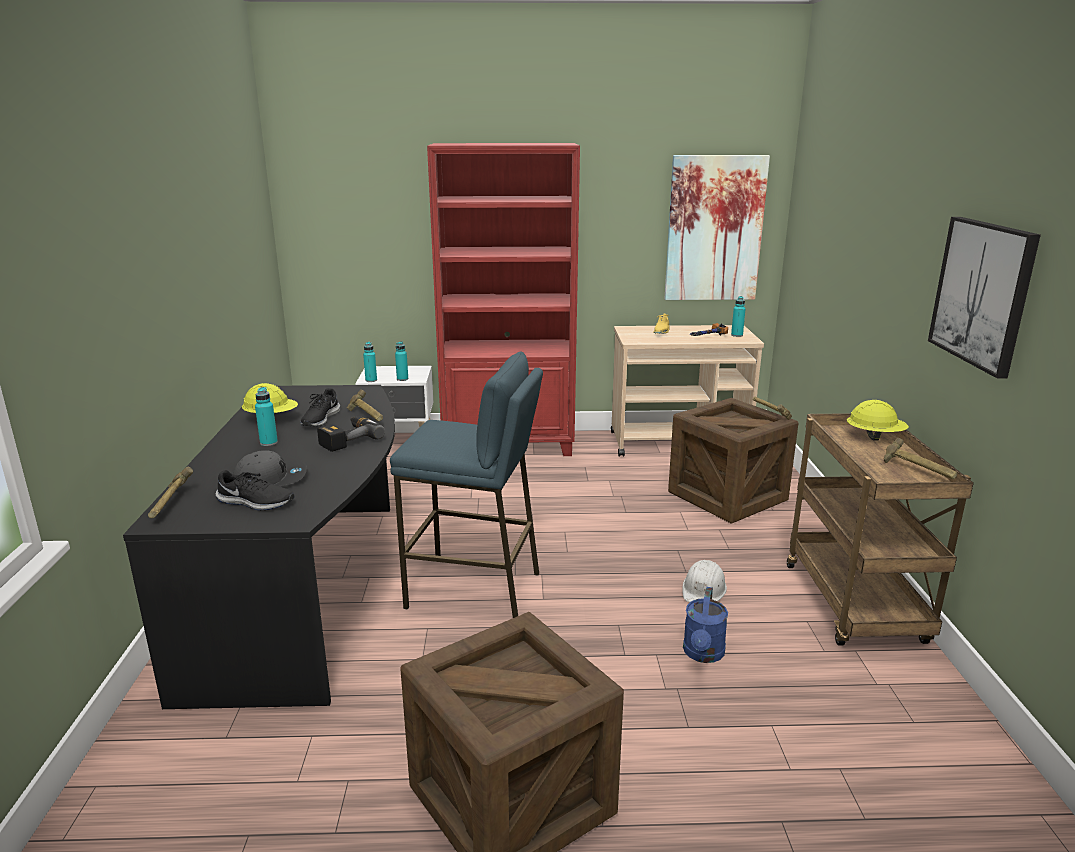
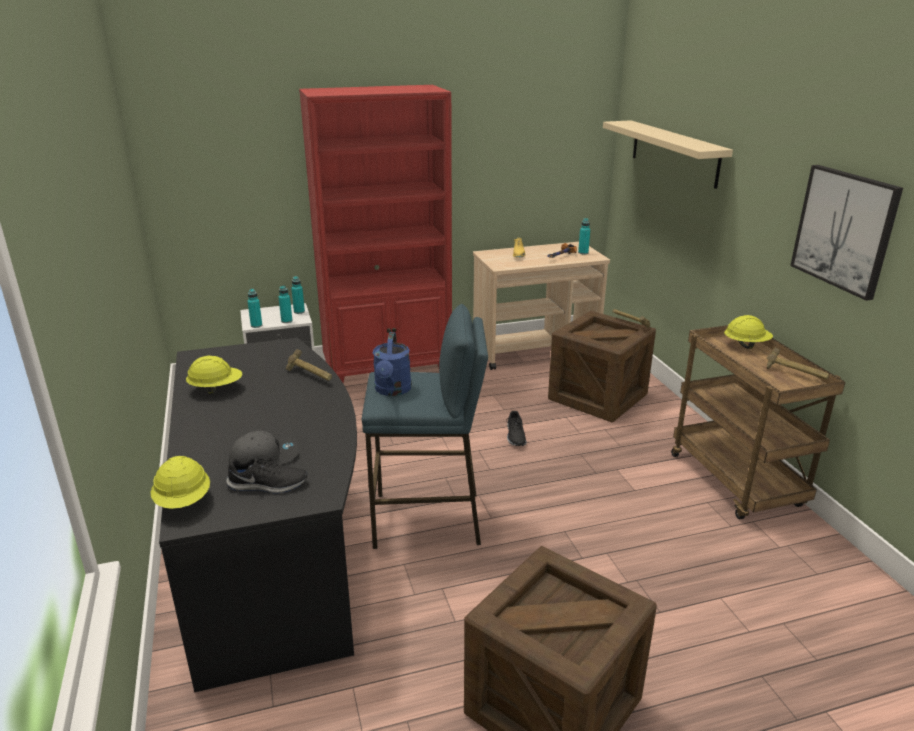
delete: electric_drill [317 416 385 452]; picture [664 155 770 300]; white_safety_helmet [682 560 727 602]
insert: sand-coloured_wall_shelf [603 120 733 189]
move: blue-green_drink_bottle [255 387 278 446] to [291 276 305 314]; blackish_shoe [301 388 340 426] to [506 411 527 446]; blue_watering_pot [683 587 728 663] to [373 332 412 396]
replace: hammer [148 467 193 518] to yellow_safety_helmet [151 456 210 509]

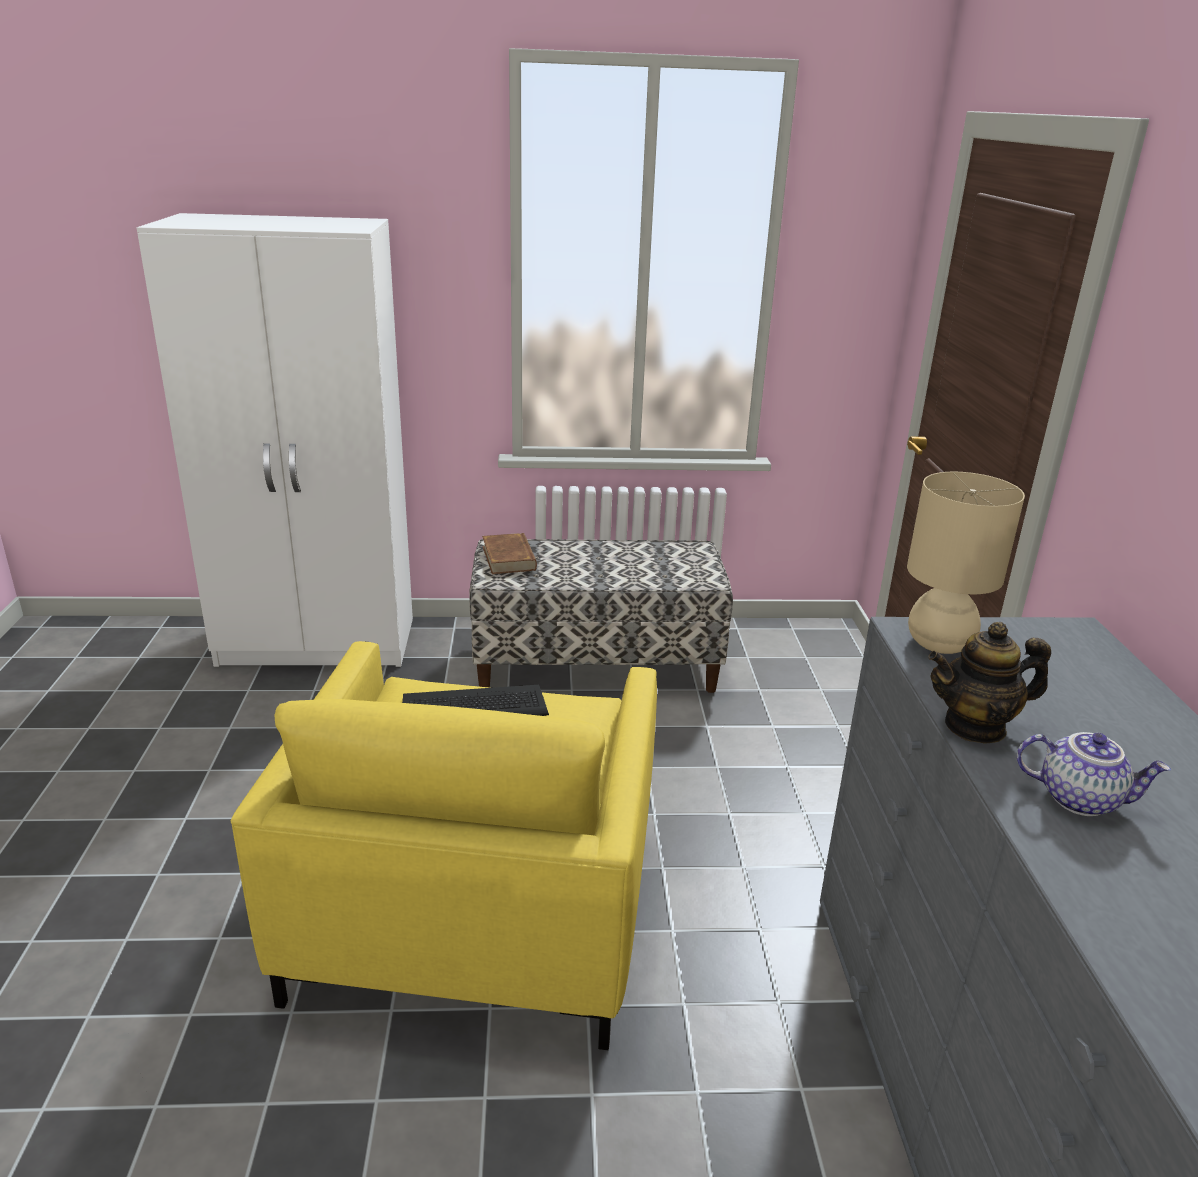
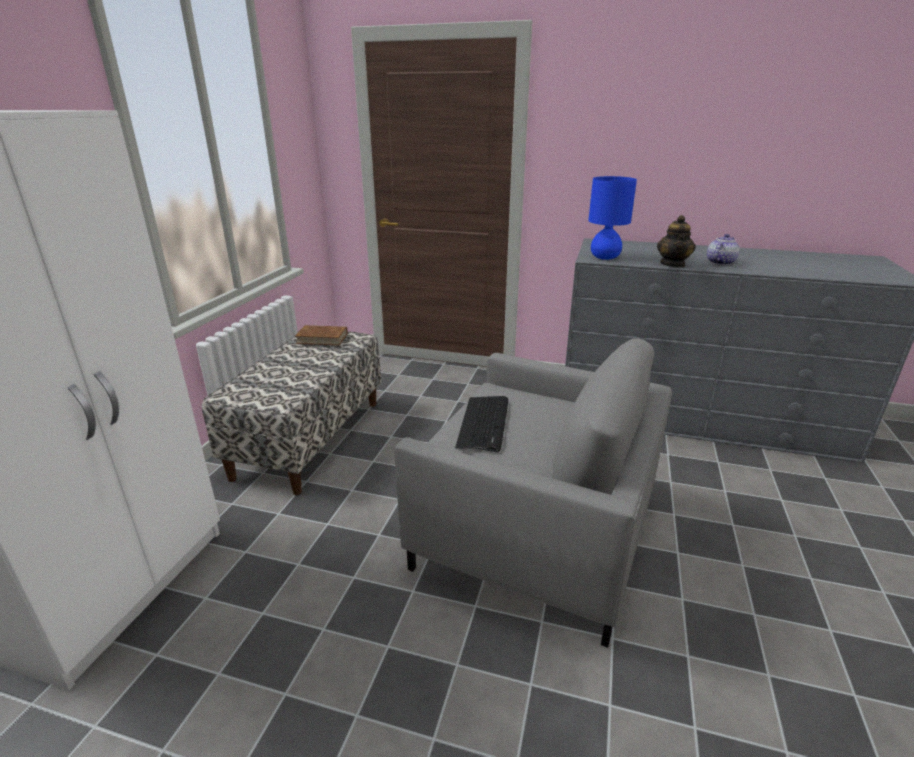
move: brown_volume [482 533 537 574] to [295 325 348 345]
recolor: yellow_armchair [231 641 657 1050] to grey_armchair [394 338 672 648]; sand-coloured_lamp_for_a_table [907 472 1025 654] to blue_lamp_for_a_table [588 176 637 260]

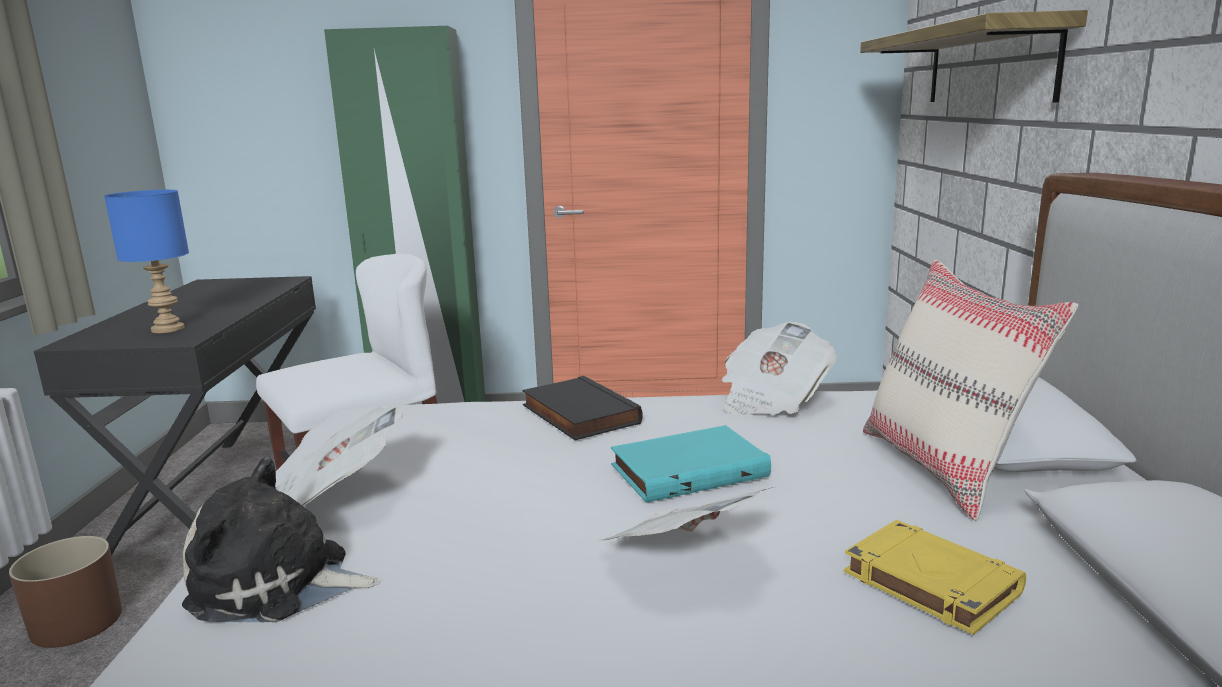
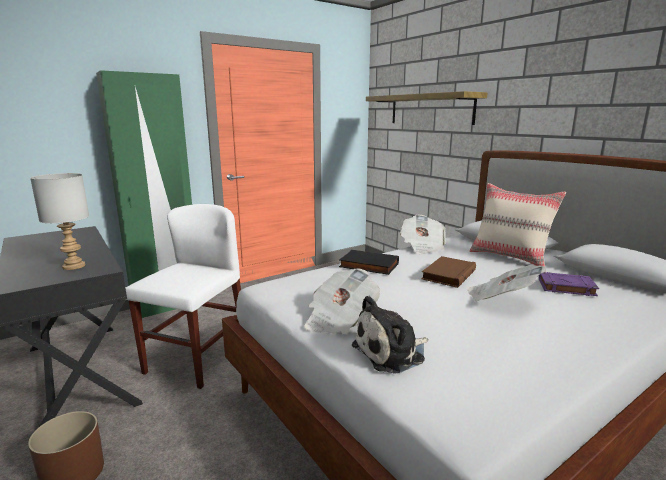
recolor: blue_lamp_for_a_table [104 190 189 333] to grey_lamp_for_a_table [30 173 89 270]; blue-green_volume [611 425 771 503] to brown_volume [421 256 476 288]; yellow_volume [844 520 1026 635] to purple-coloured_volume [539 272 599 296]

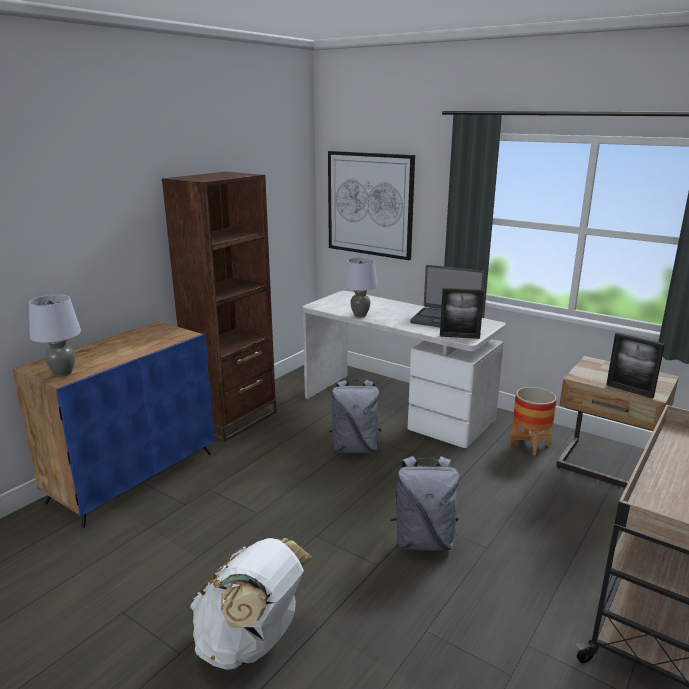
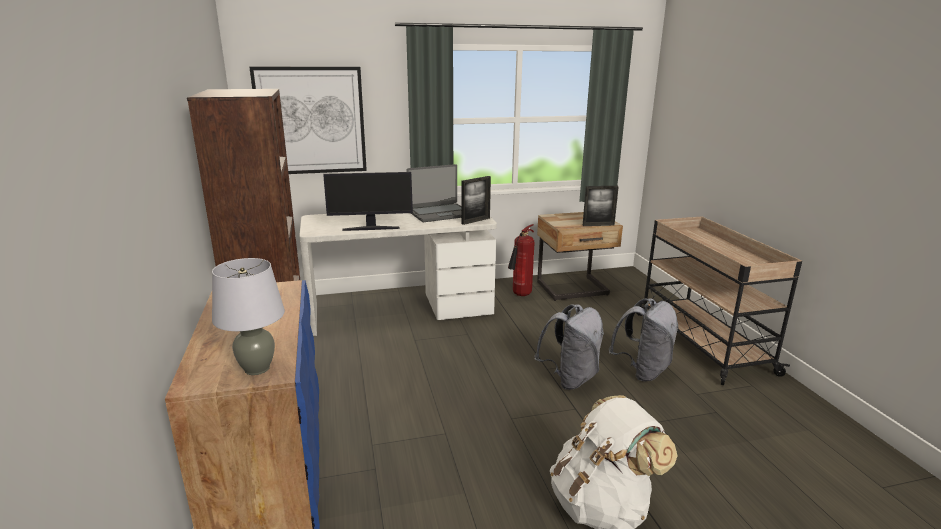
move: grey_backpack [329 380 382 453] to [609 298 679 381]
replace: grey_lamp_for_a_table [344 257 378 317] to monitor [323 172 413 231]; planter [510 387 557 456] to extinguisher [508 224 535 296]

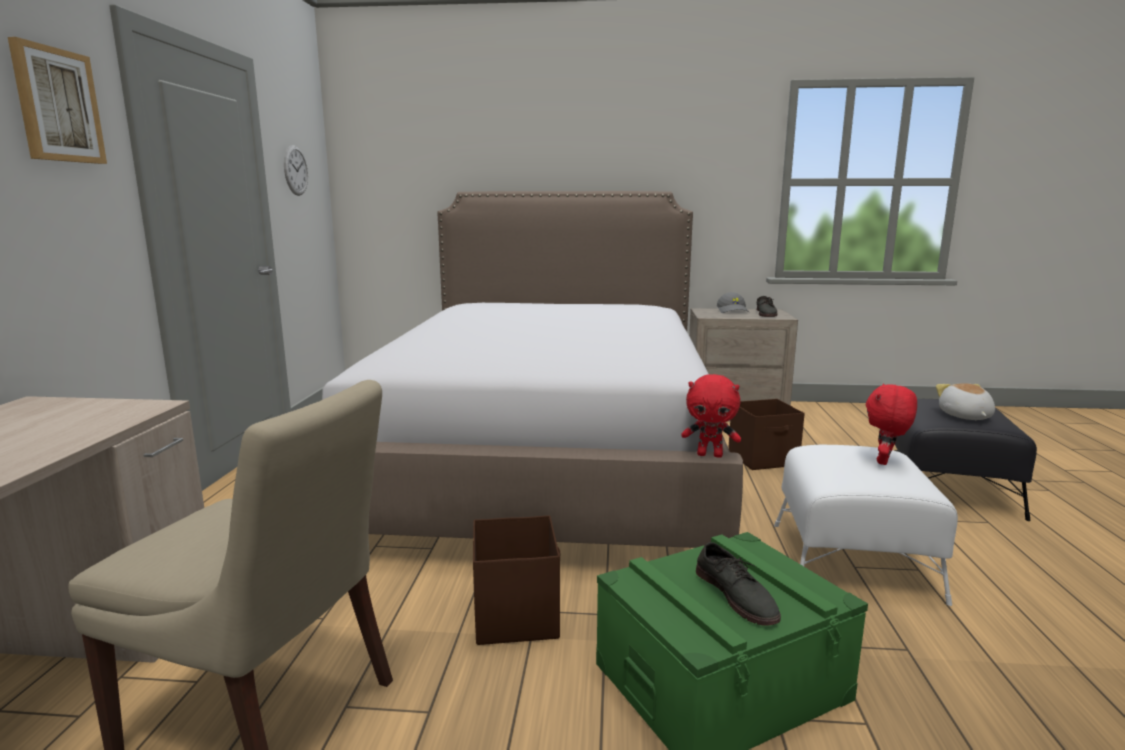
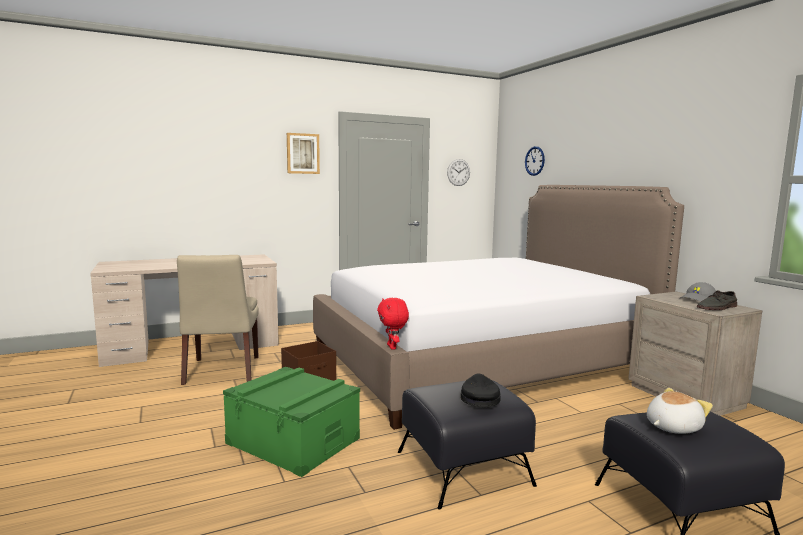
delete: grey_shoe [696 542 781 626]; brown_storage_box [728 399 805 470]
insert: wall_clock [525 146 545 176]
replace: red_cuddly_toy [866 383 917 465] to blackish_cap [461 374 501 407]
recolor: white_footrest [774 445 958 606] to blackish_footrest [398 380 537 510]

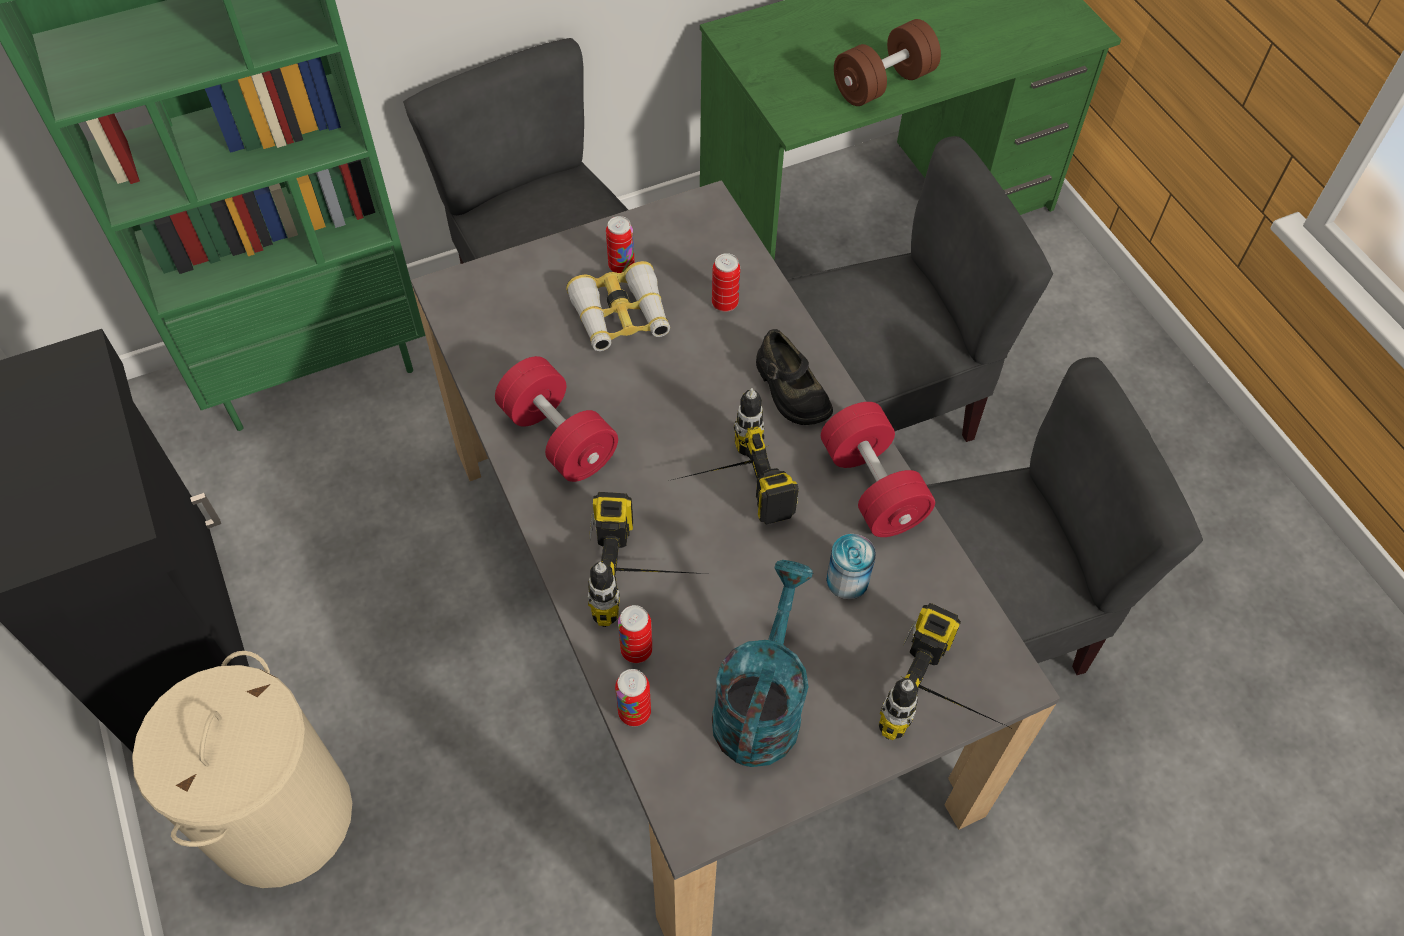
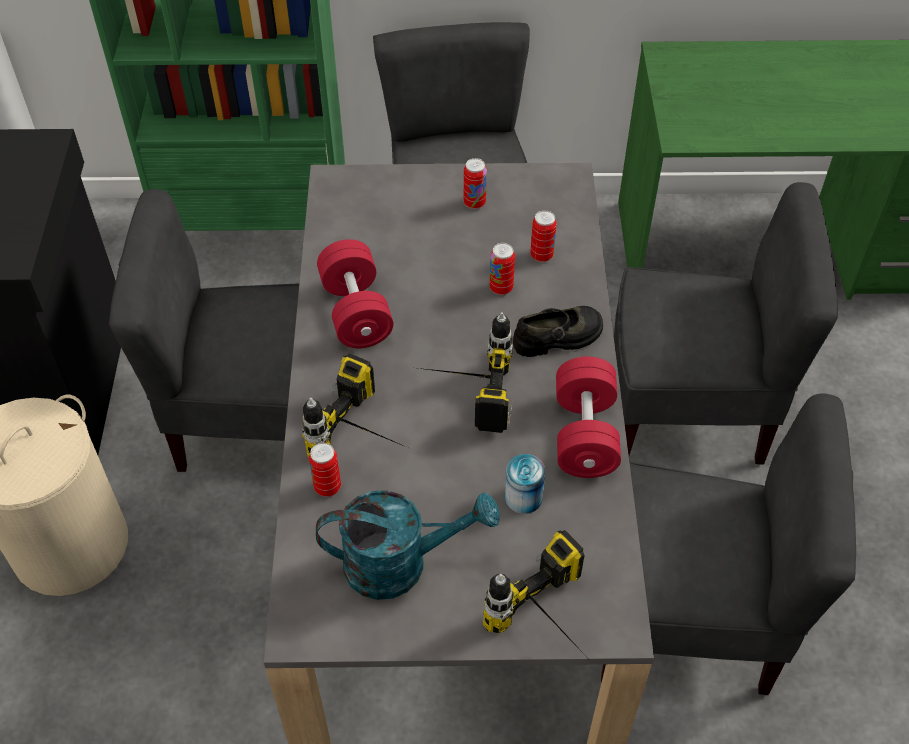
delete: pair_of_binoculars [566 261 670 351]; brown_hand_weight [834 19 941 106]
insert: grey_chair [109 189 299 472]
move: metal_can [615 669 651 727] to [490 243 515 295]
rotate: blue-green_watering_pot [712 560 814 767] = [316 490 500 600] 45 degrees clockwise; blackish_shoe [756 329 833 425] = [513 306 603 357] 105 degrees counterclockwise

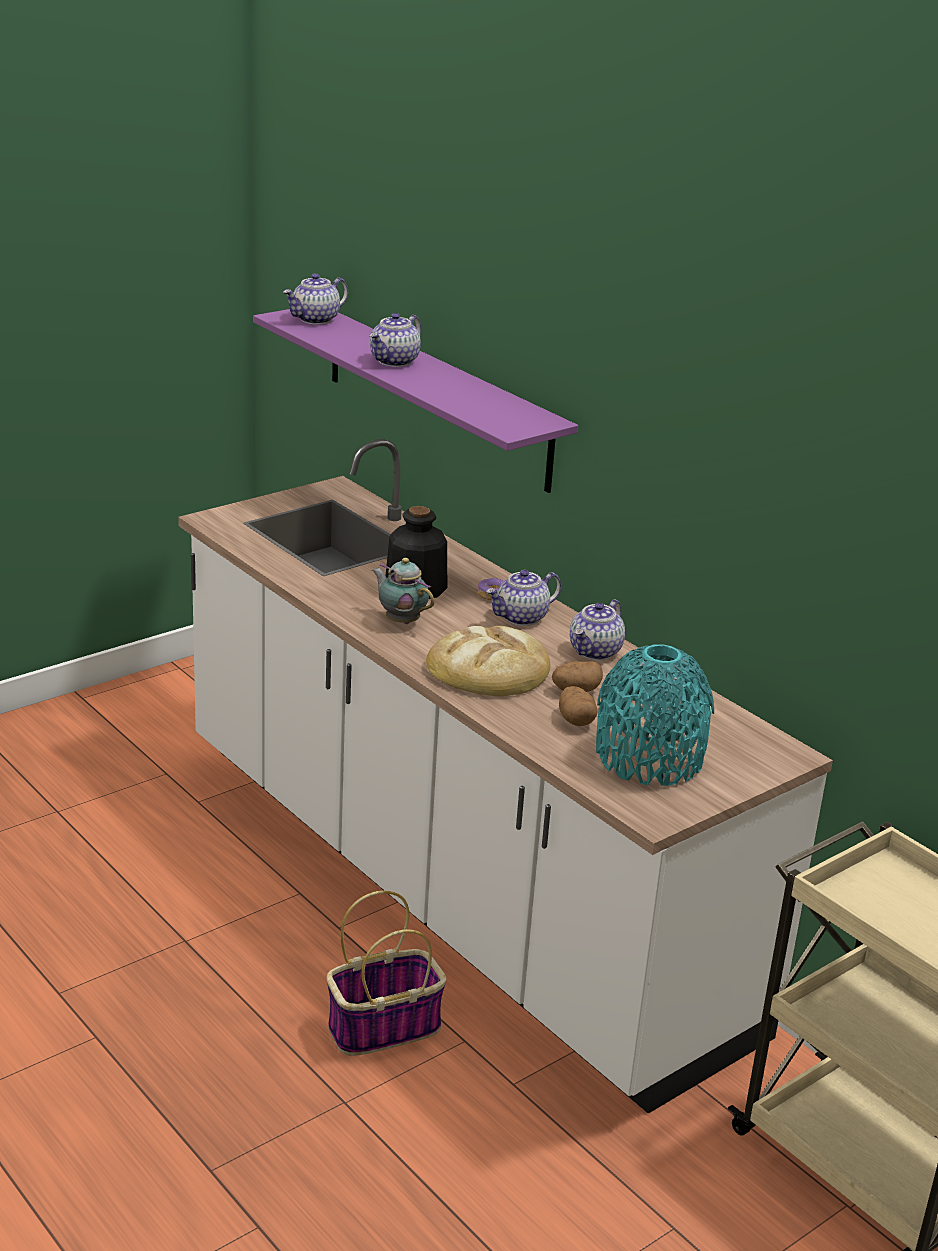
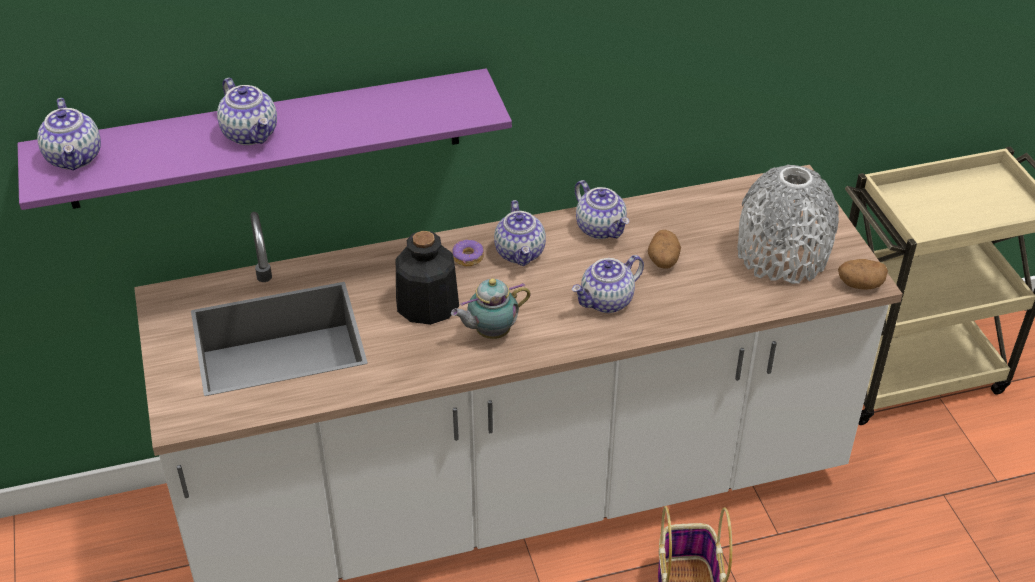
move: whole_potato [559 686 597 726] to [838 259 888 290]
replace: bread [426 626 550 696] to pot_for_tea [572 255 644 313]
recolor: blue-green_vase [596 644 714 786] to grey_vase [737 165 839 284]

